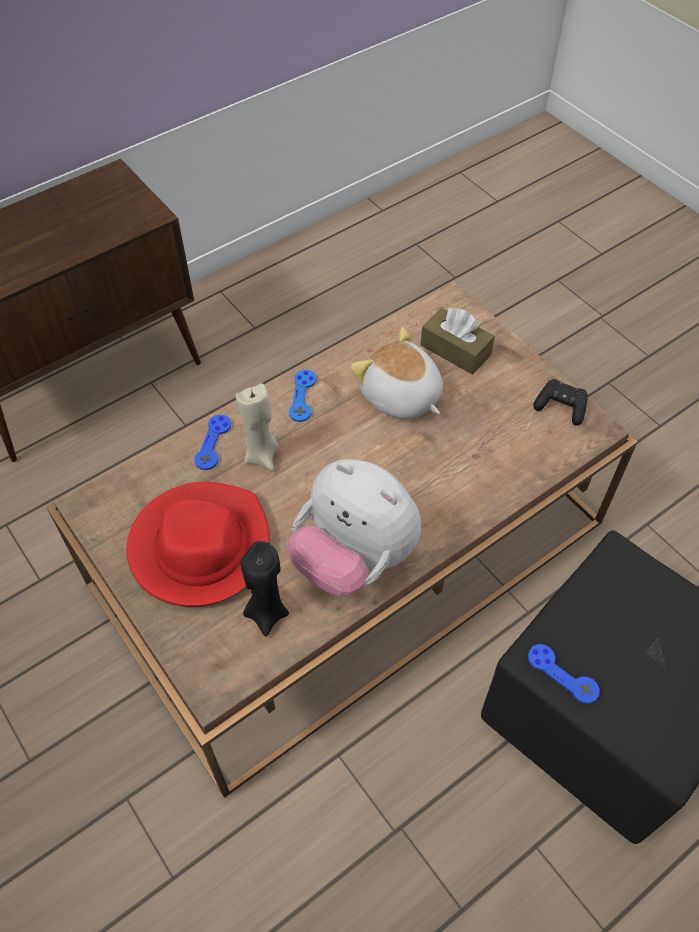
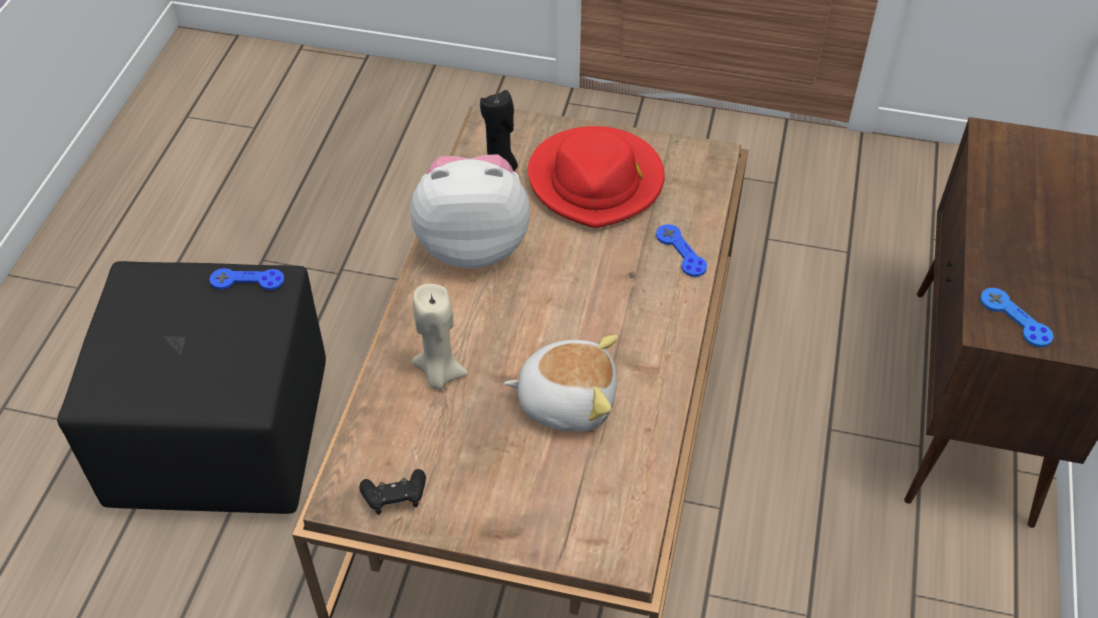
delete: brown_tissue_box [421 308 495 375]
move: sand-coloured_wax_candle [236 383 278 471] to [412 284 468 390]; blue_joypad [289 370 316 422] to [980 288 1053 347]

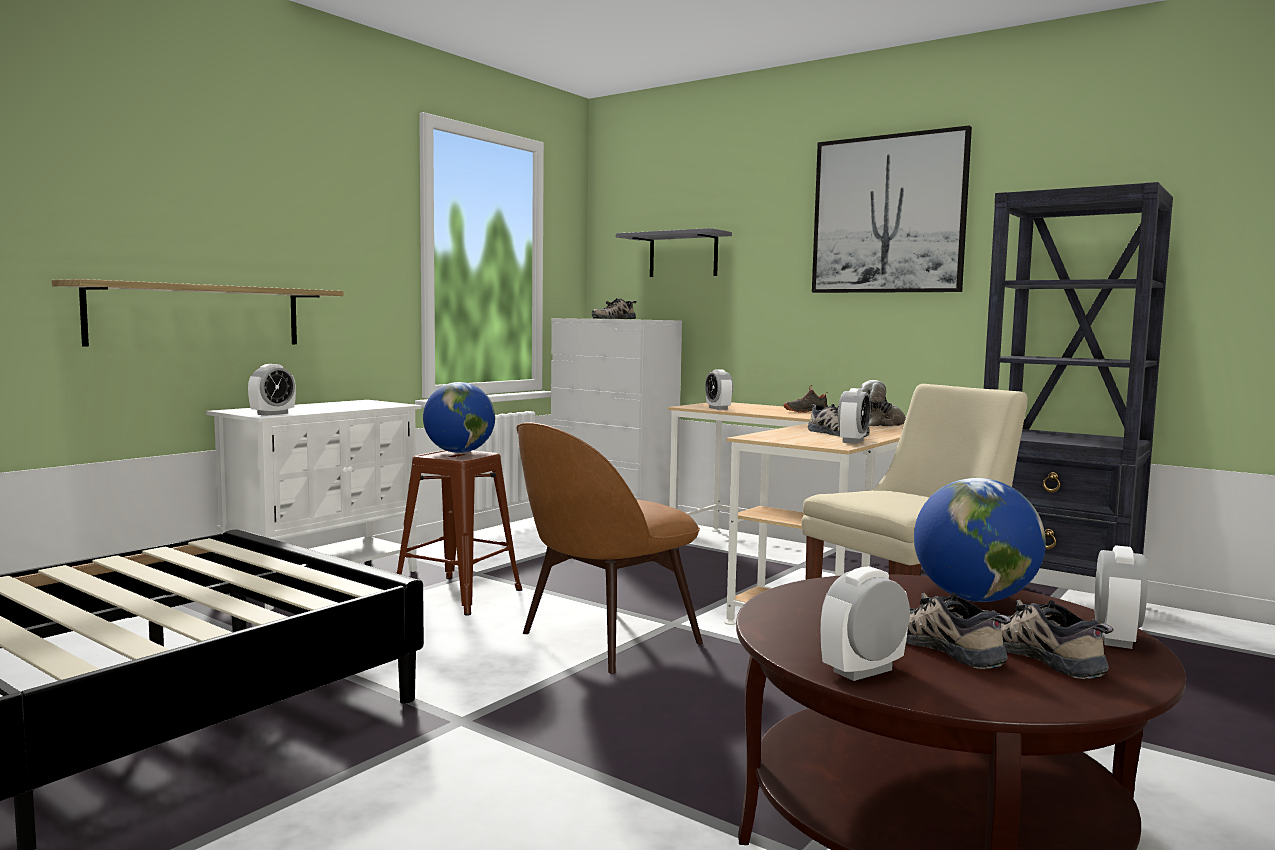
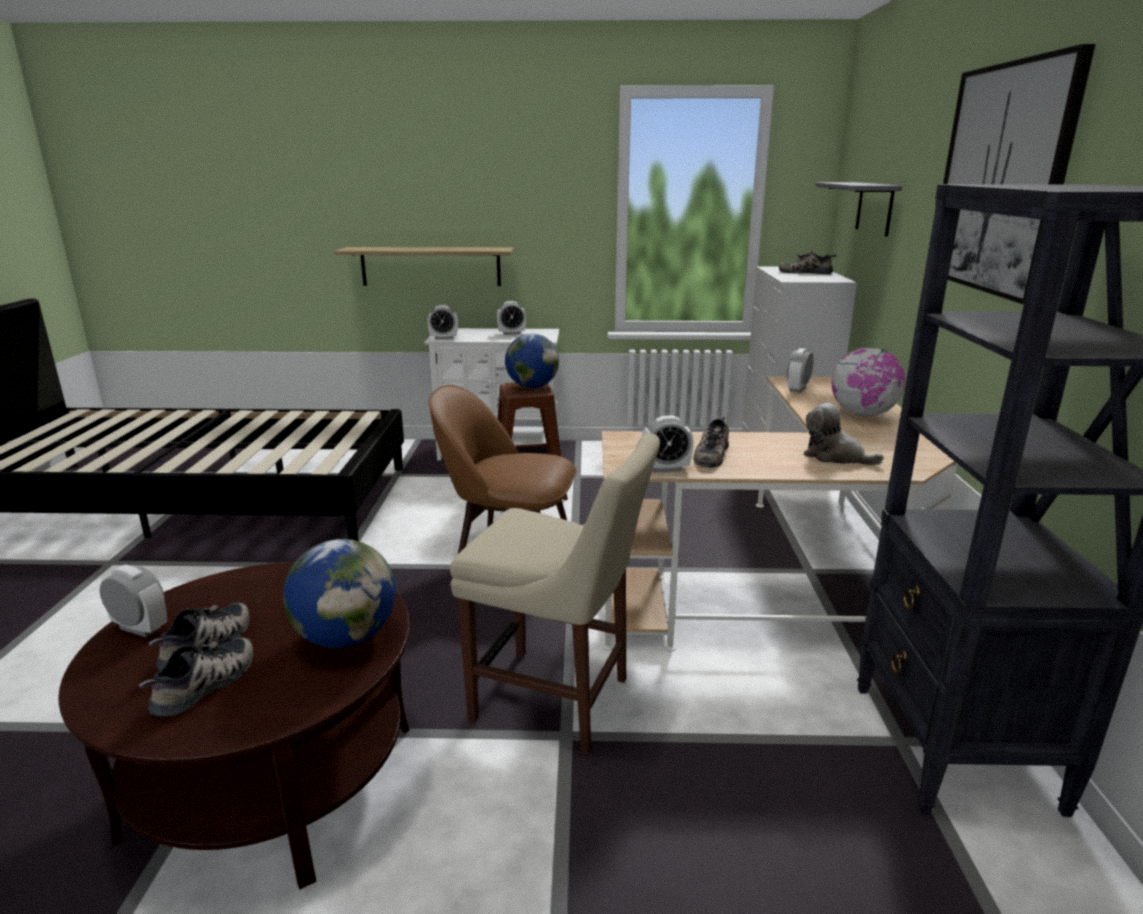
move: bedside_clock [1094 545 1148 649] to [497 301 526 335]
replace: blackish_shoe [784 385 828 413] to globe [832 348 906 417]

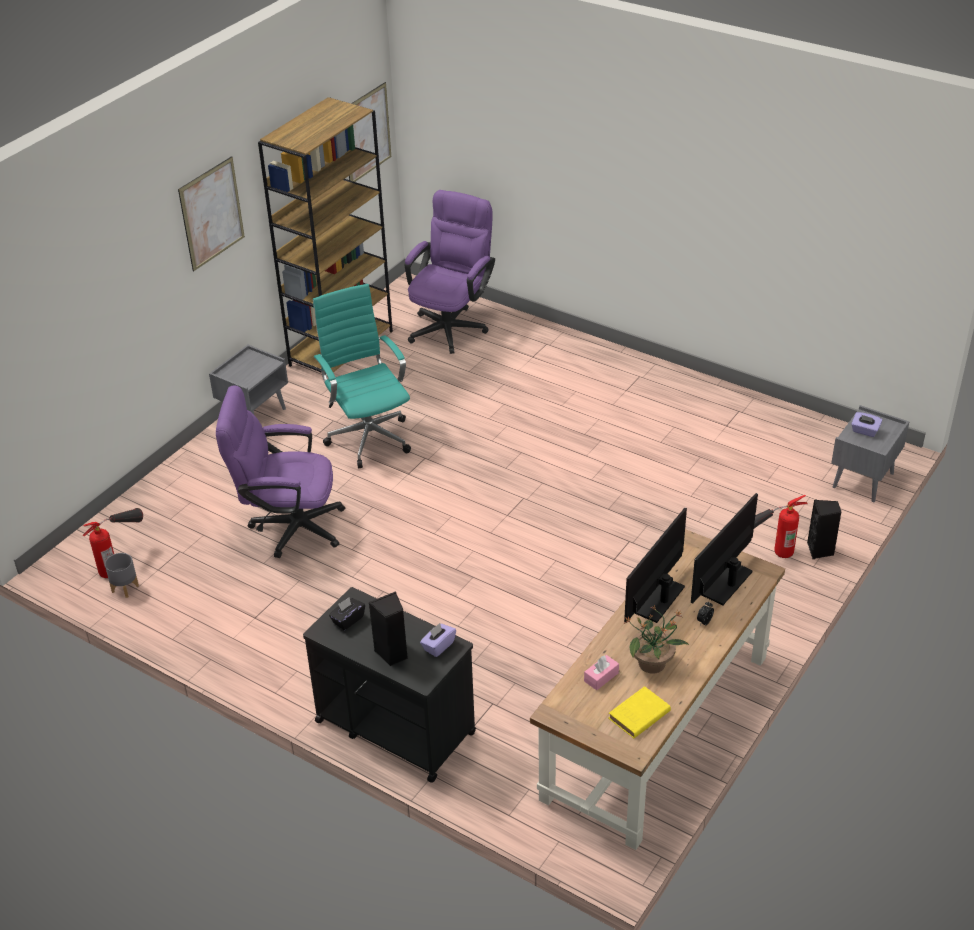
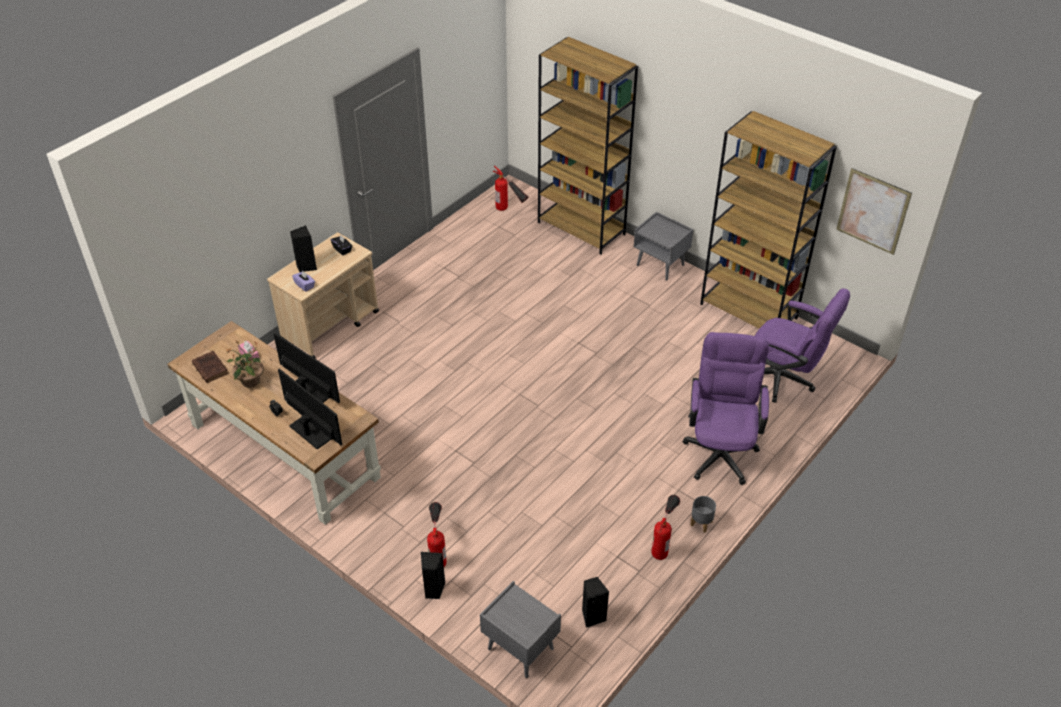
delete: picture [178 156 245 271]; blue-green_desk_chair [313 284 411 468]; purple-coloured_tissue_box [851 412 882 437]
insert: brown_bookcase [538 37 638 255]; blackish_speaker [582 577 609 628]; extinguisher [651 495 680 560]
move: grey_planter [105 553 139 598] to [690 496 716 533]; purple-coloured_desk_chair [216 385 345 558] to [683 332 769 485]
recolor: blackish_wheeled_cart [303 587 476 783] to sand-coloured_wheeled_cart [267 232 379 358]; yellow_volume [609 686 671 738] to brown_volume [192 351 229 383]

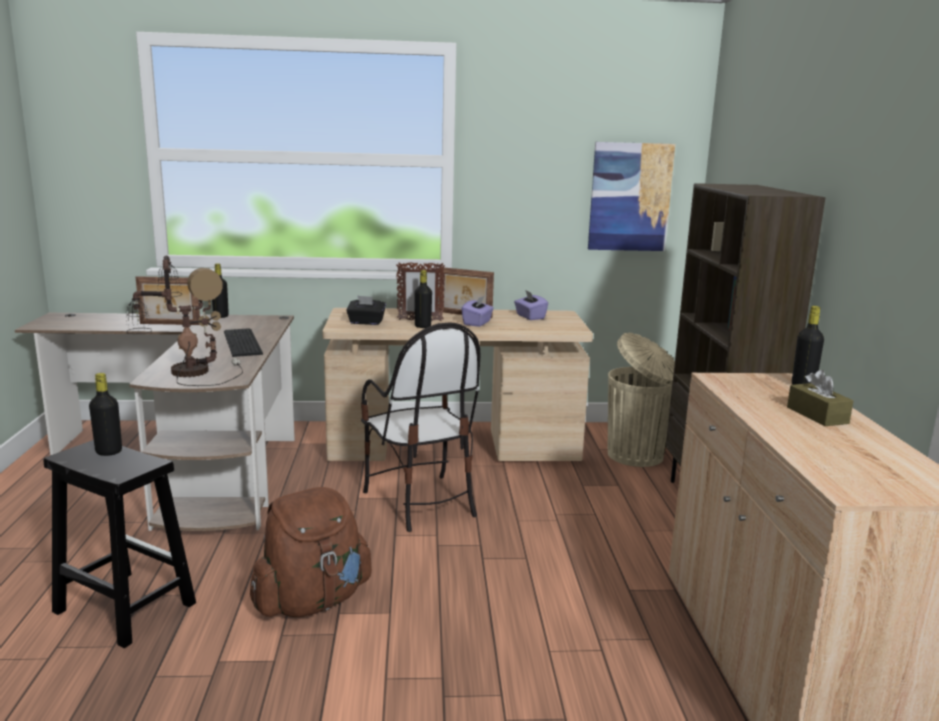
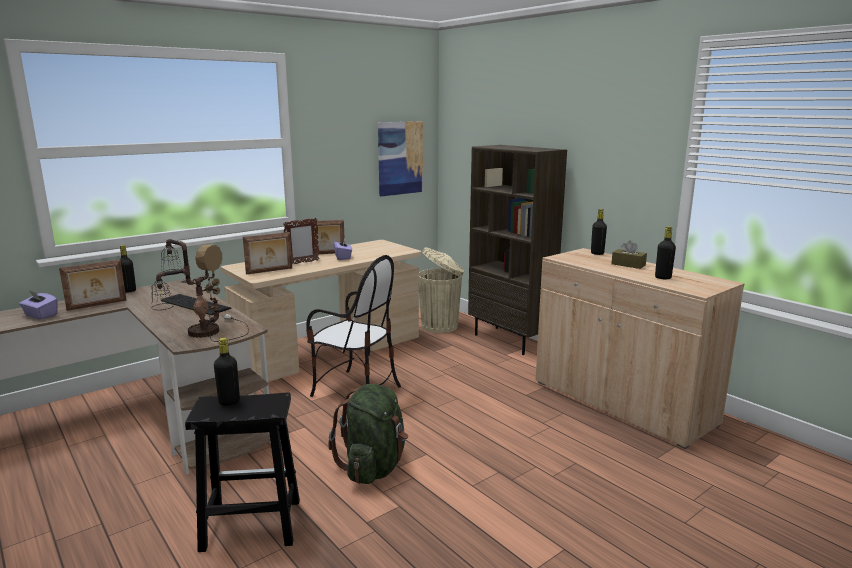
move: blackish_drink_bottle [414 270 432 328] to [655 226 676 279]; purple-coloured_tissue_box [514 291 548 320] to [19 291 58 319]
replace: blackish_tissue_box [346 295 386 325] to standing_frame [243 232 292 275]
recolor: brown_backpack [250 487 372 617] to green-coloured_backpack [328 384 408 484]

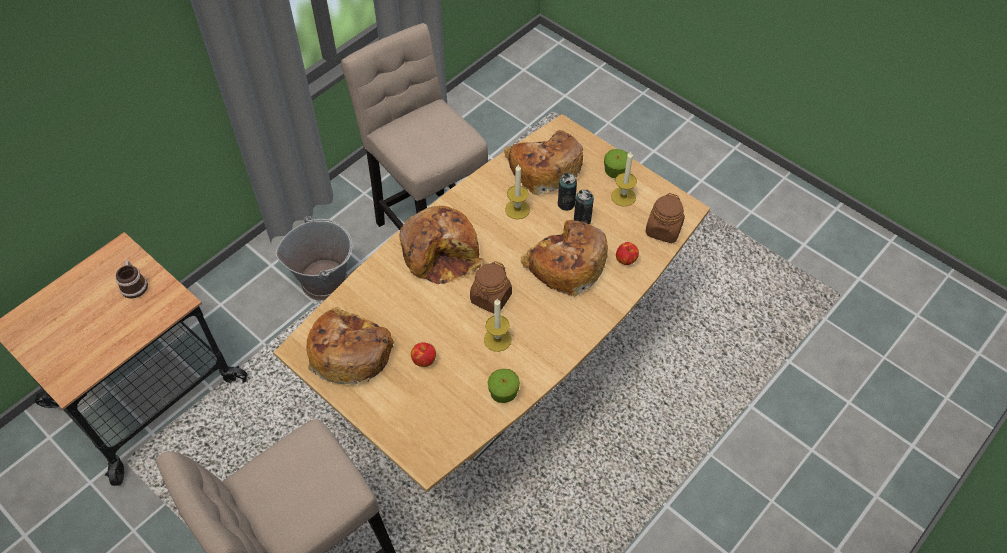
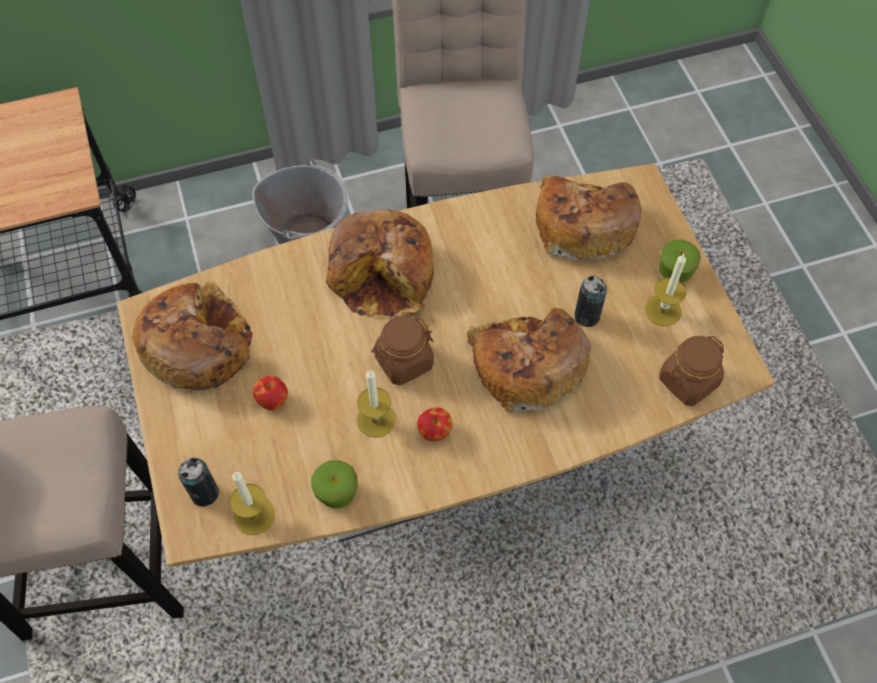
delete: coffee_mug [115 260 148 299]
move: wax_candle [505 164 530 219] to [230 472 275 535]; metal_can [558 173 577 211] to [178 458 219 507]; whole_apple [616 242 639 265] to [417 407 452 441]

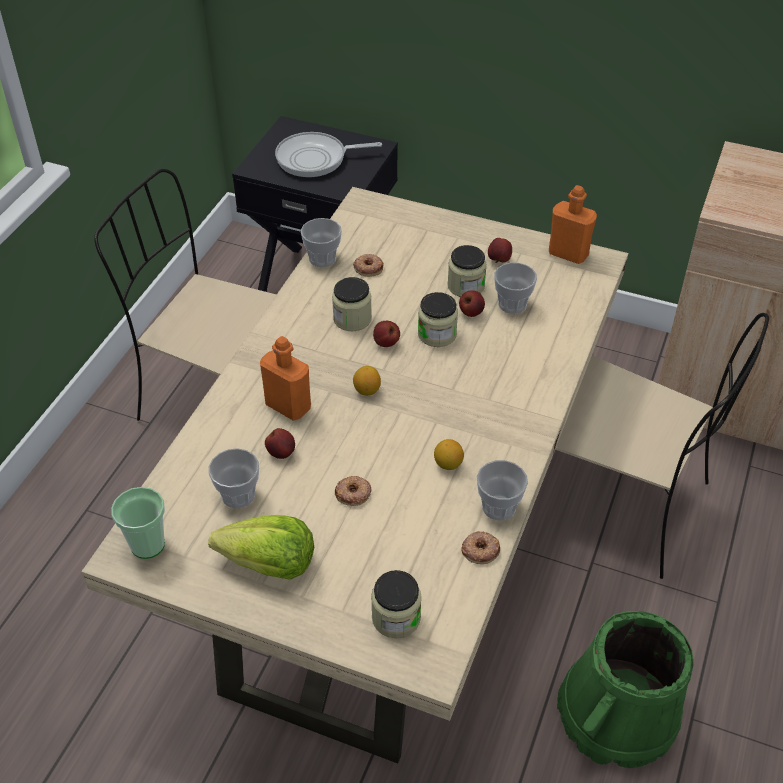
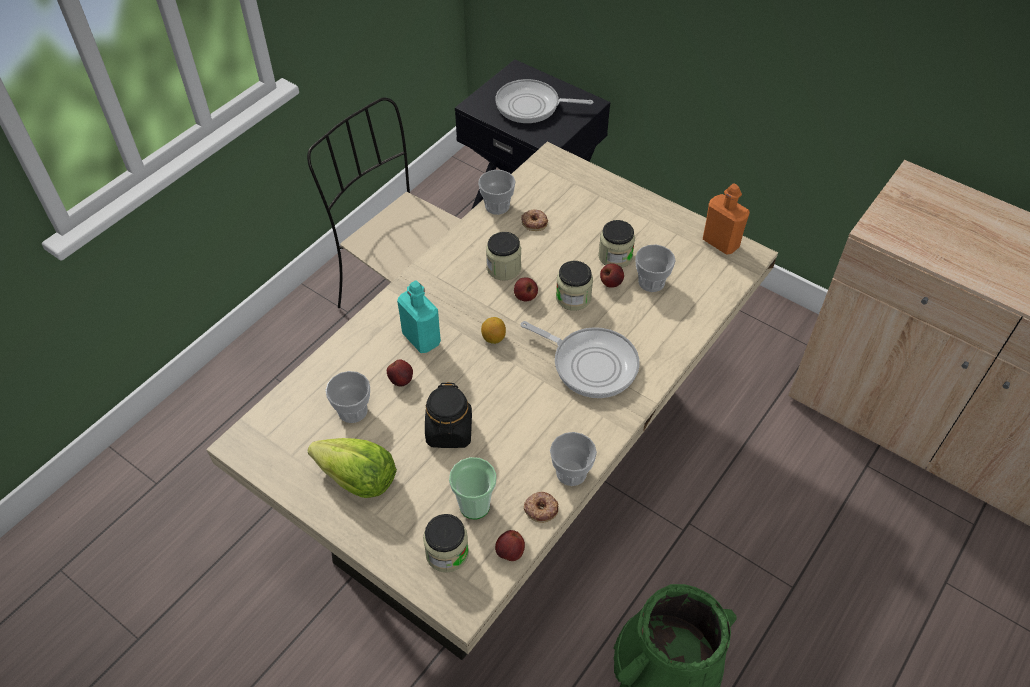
delete: citrus_fruit [434 439 464 470]; sand-coloured_chair [555 313 769 579]
insert: skillet [521 321 640 398]
move: small_cup [111 487 165 559] to [449 457 497 520]; whole_apple [488 238 512 263] to [495 530 525 561]
replace: ring_doughnut [335 476 371 506] to blackish_preserve_jar [425 382 472 448]
recolor: orange_drink_bottle [260 336 311 421] to blue-green_drink_bottle [397 281 441 353]

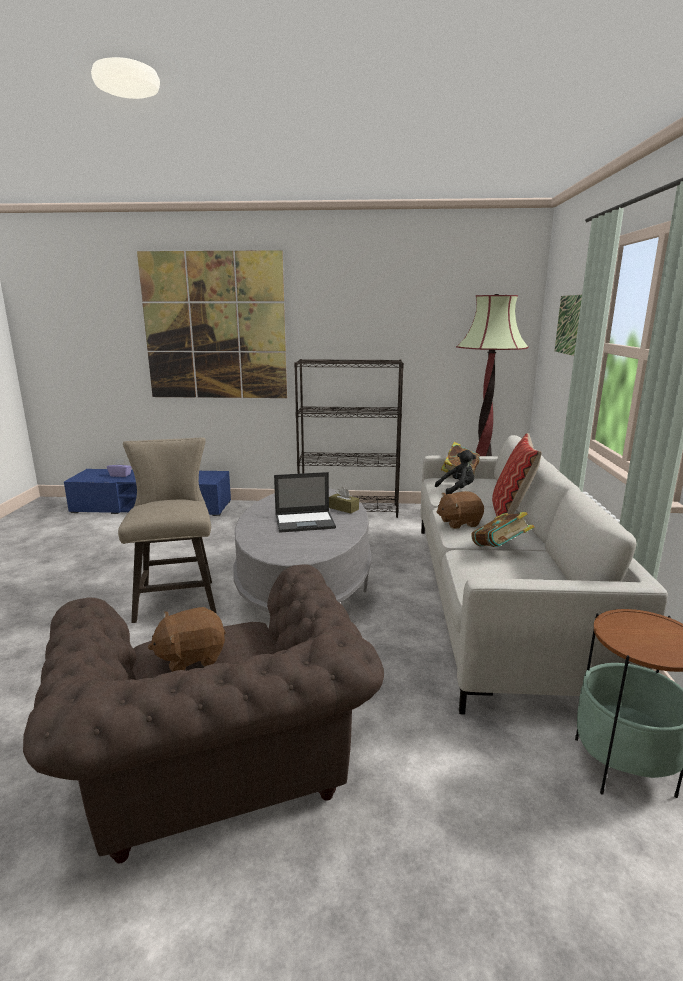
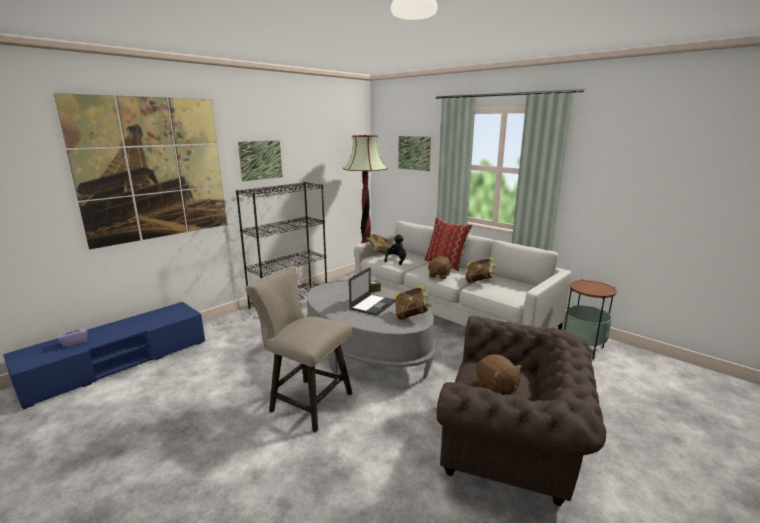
insert: picture [238 140 283 181]; volume [394 285 431 320]
rotate: brown_cuddly_toy [148 607 226 672] = [476 354 522 395] 45 degrees counterclockwise

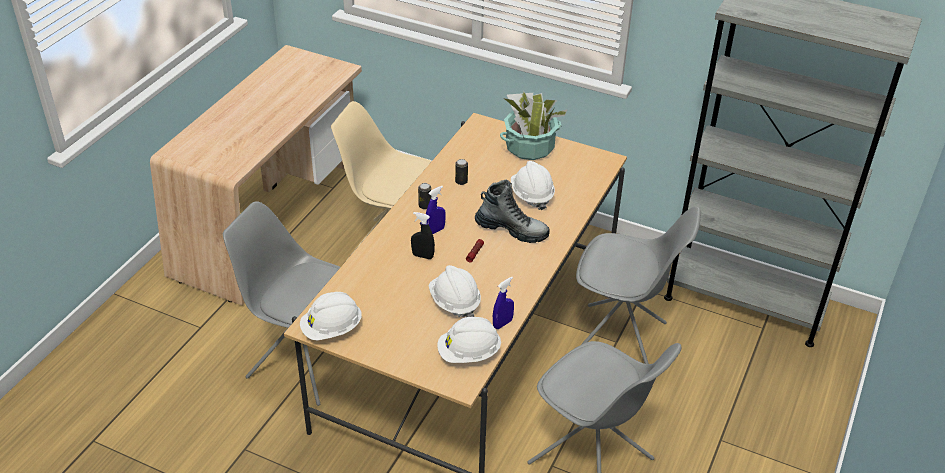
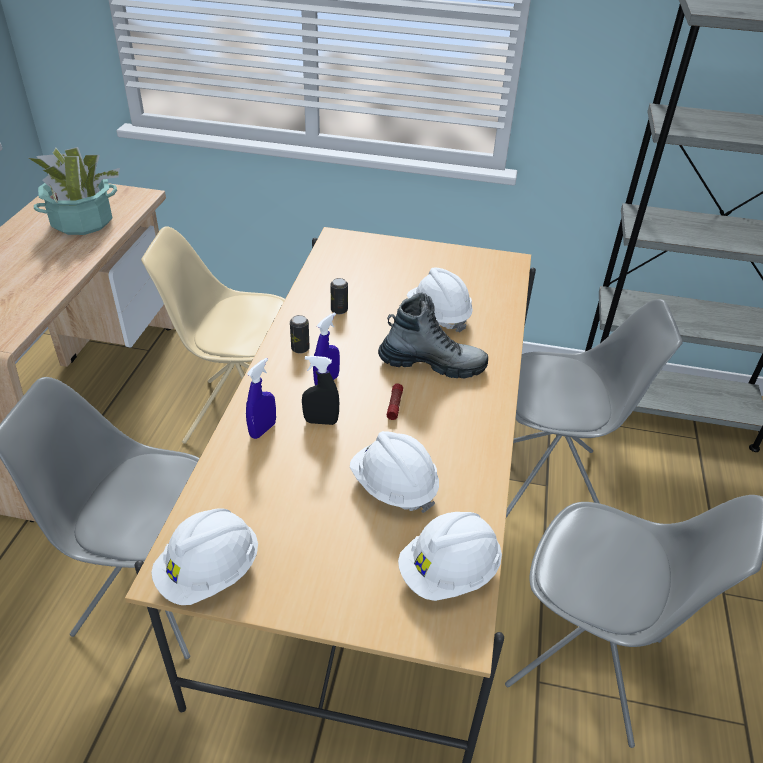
move: blue_spray_bottle [493 277 514 329] to [246 358 276 439]; potted_plant [500 92 568 160] to [29 147 120 235]

